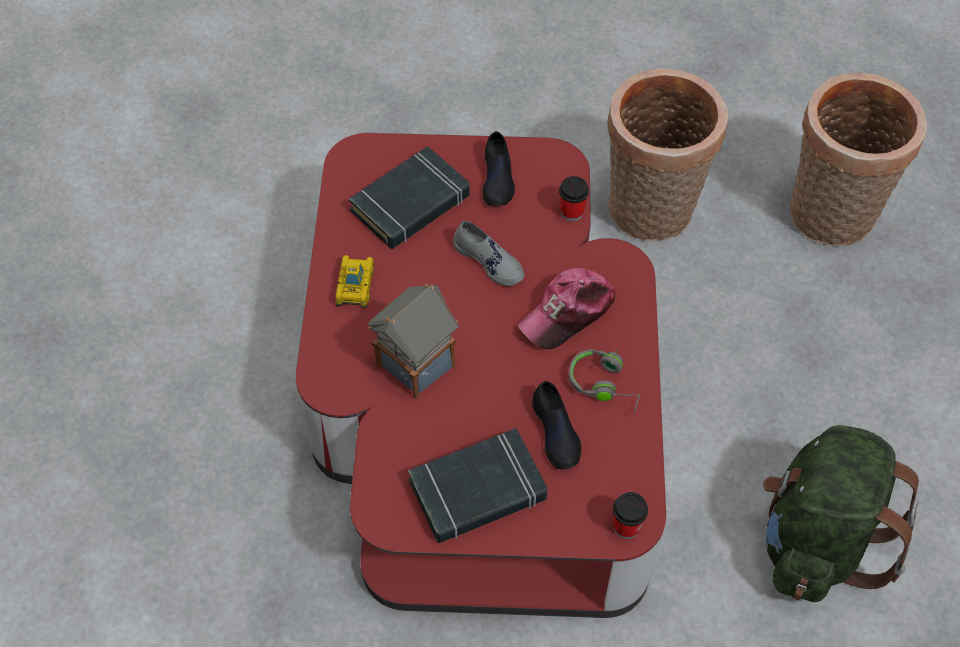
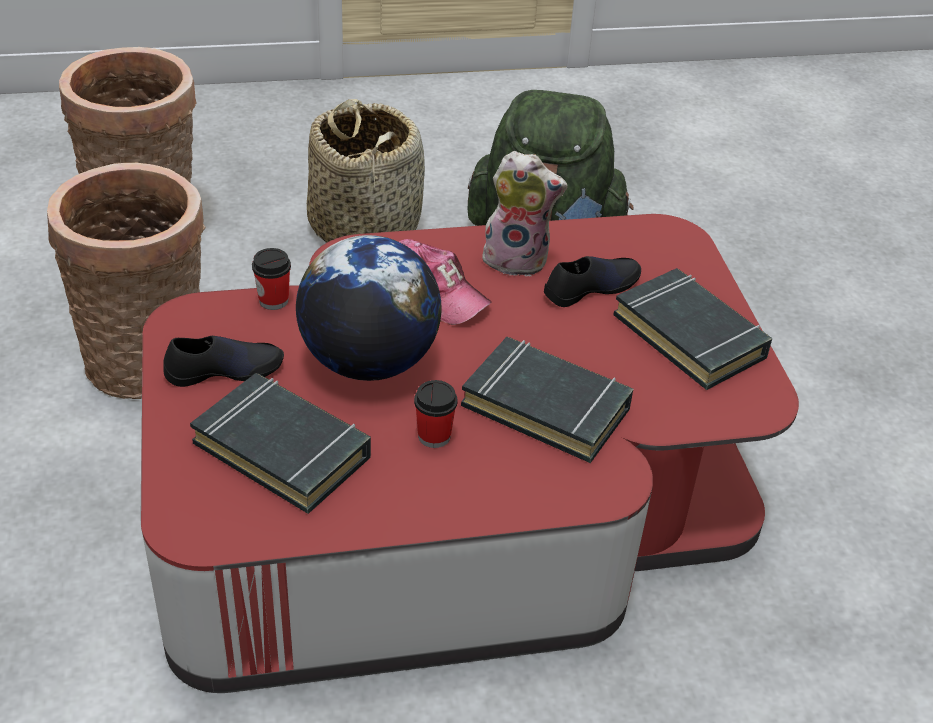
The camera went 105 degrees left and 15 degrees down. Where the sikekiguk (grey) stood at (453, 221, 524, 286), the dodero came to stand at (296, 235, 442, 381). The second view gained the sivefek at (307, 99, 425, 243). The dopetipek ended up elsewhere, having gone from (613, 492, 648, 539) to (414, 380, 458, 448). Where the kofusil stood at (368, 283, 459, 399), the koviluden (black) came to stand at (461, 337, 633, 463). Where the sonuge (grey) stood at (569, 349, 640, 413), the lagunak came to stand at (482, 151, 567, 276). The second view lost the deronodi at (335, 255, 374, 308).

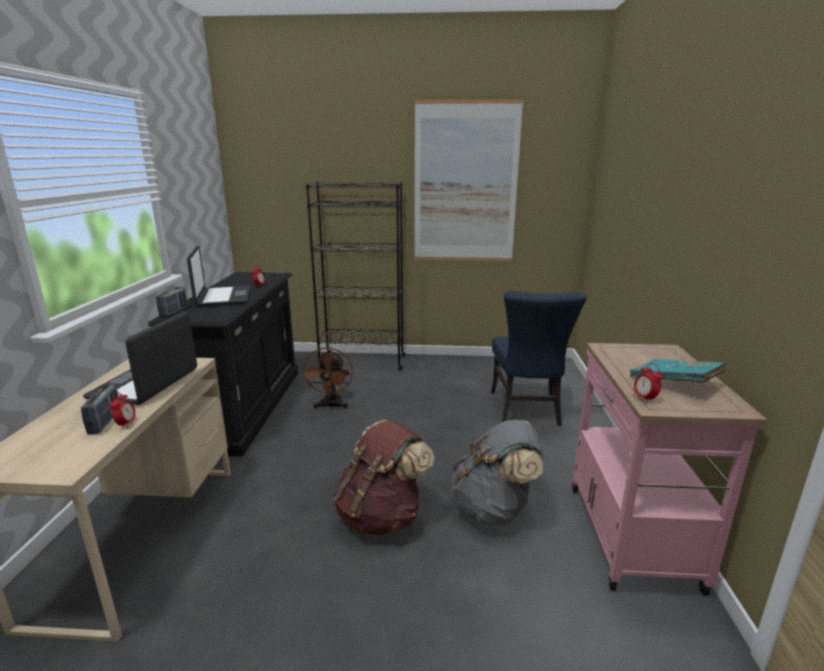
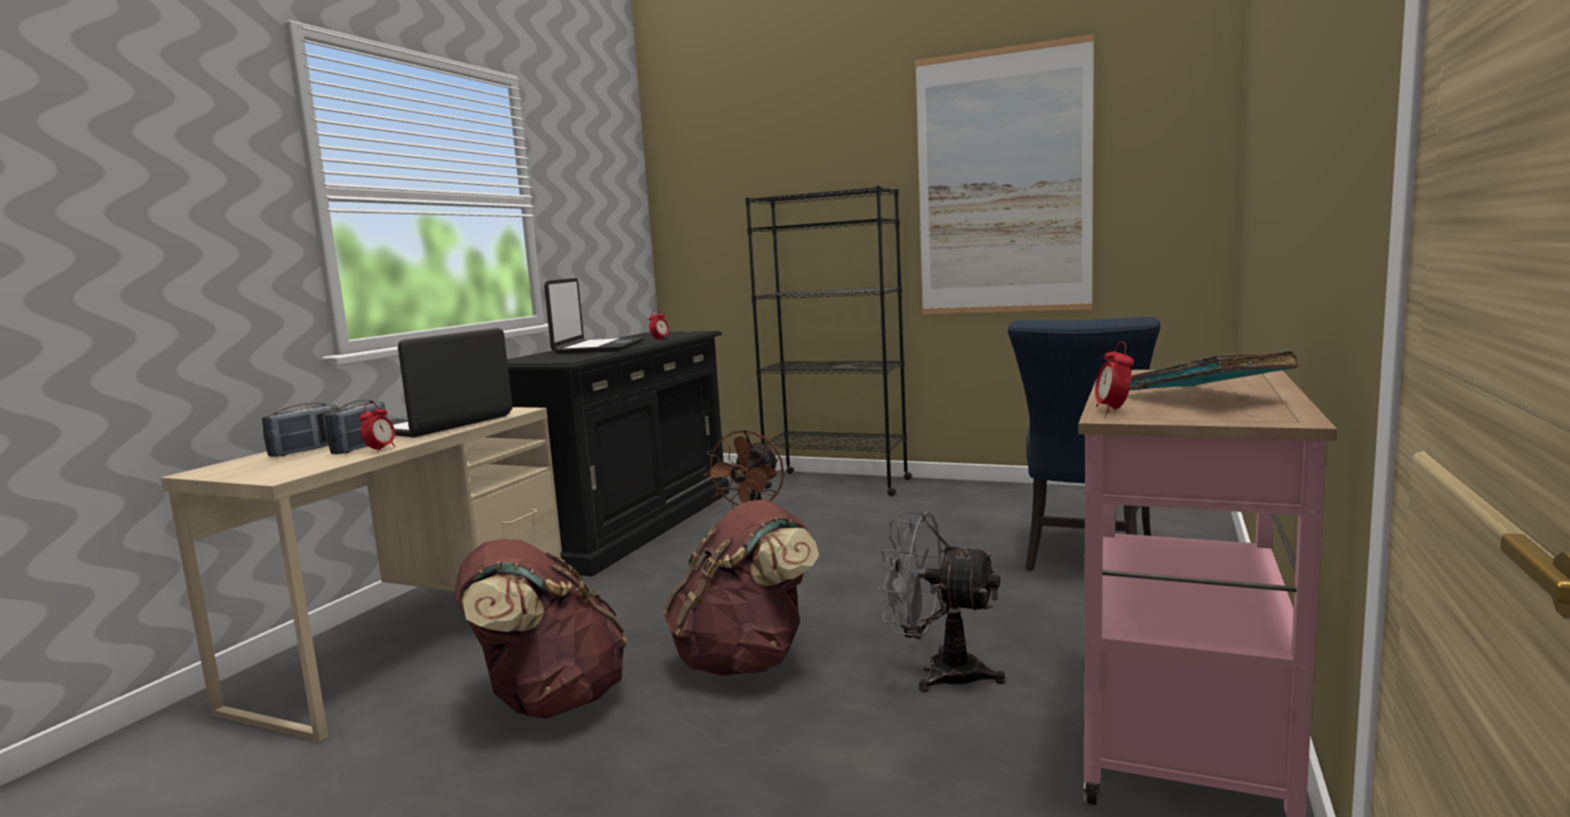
The camera went 20 degrees right and 10 degrees down. The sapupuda ended up elsewhere, having gone from (156, 287, 188, 316) to (262, 403, 338, 457). The second view gained the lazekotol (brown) at (455, 539, 627, 719). Where the lazekotol (grey) stood at (452, 420, 544, 525), the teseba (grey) came to stand at (878, 511, 1006, 692).

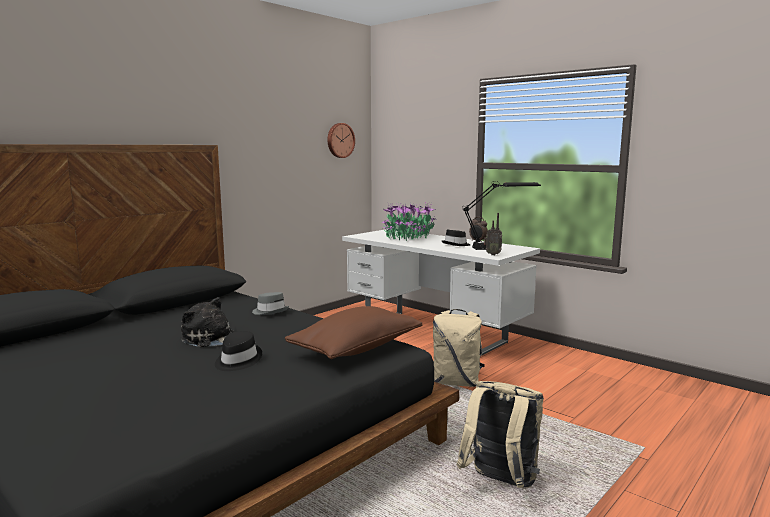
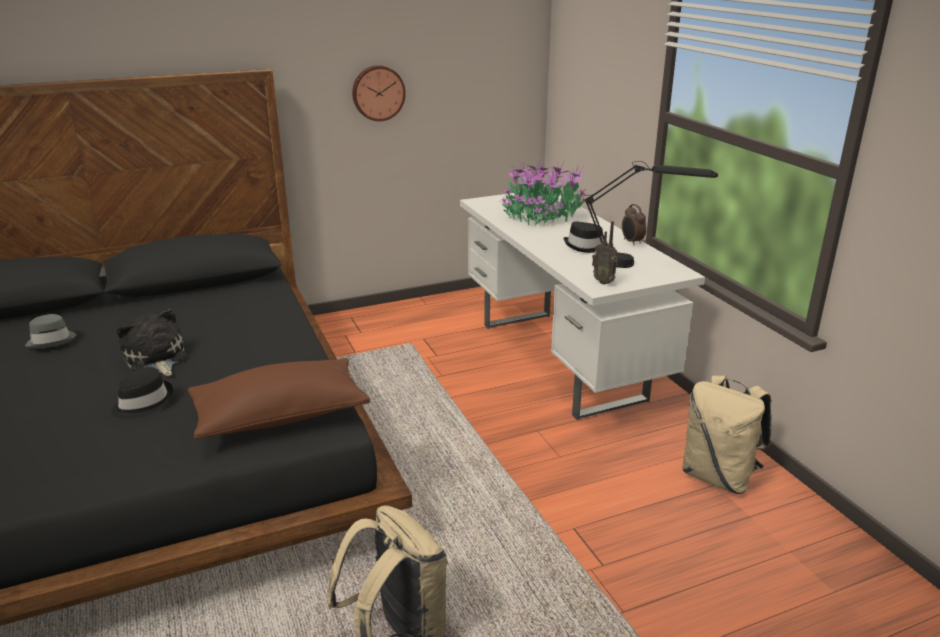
The camera went 25 degrees right and 15 degrees up. The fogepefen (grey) ended up elsewhere, having gone from (252, 292, 289, 315) to (25, 314, 76, 348). The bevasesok ended up elsewhere, having gone from (327, 123, 355, 158) to (352, 65, 406, 121). The lazekotol (beige) ended up elsewhere, having gone from (433, 309, 485, 387) to (682, 376, 771, 494).

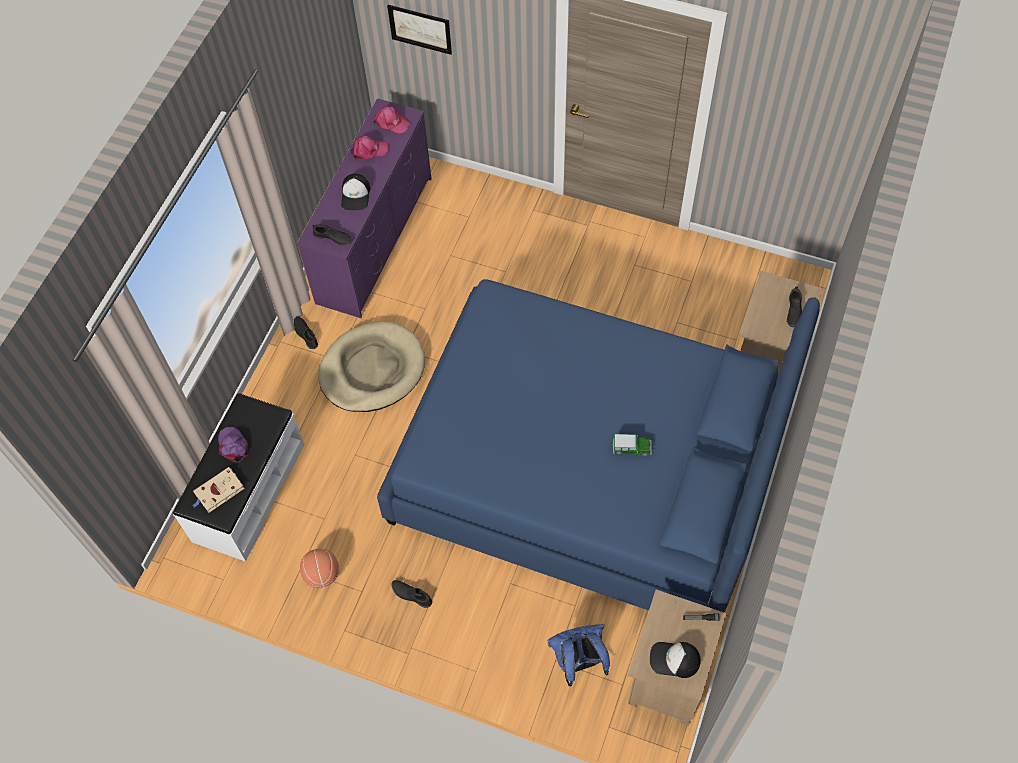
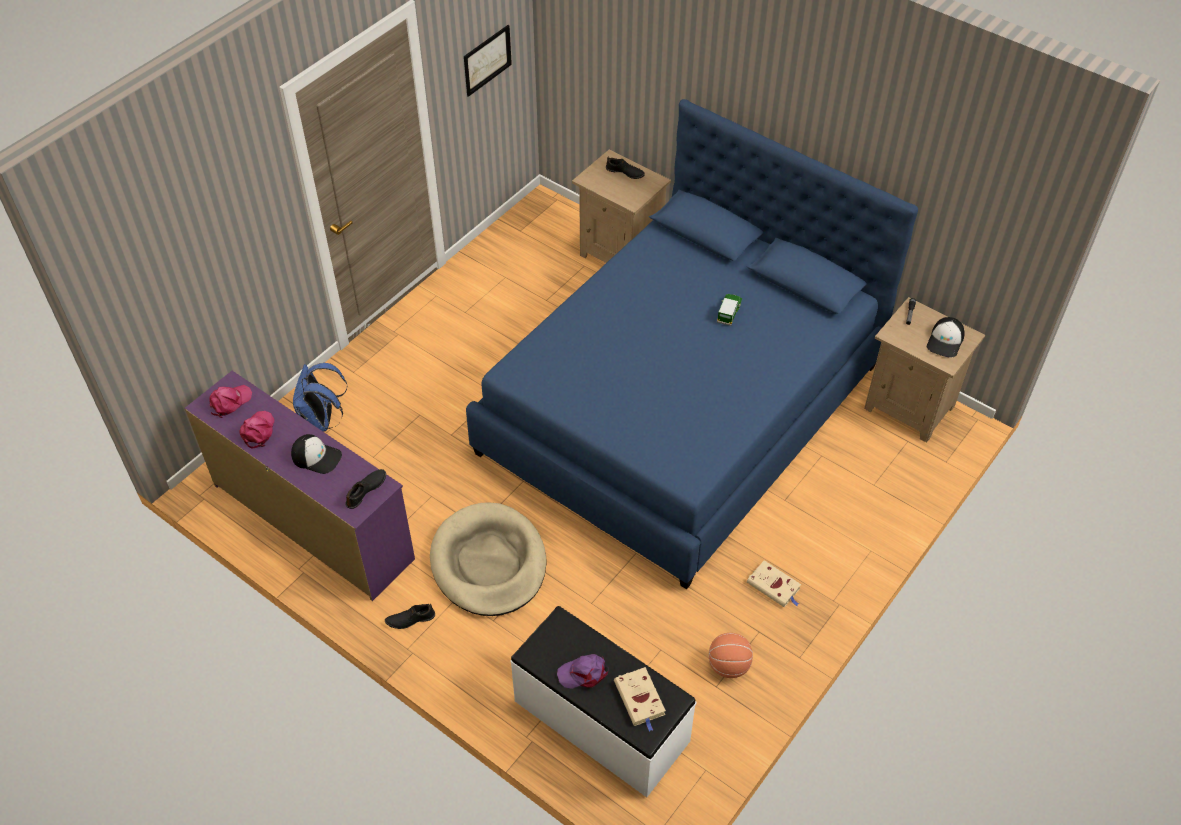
The camera went 75 degrees left and 10 degrees down. The lazekotol (blue) ended up elsewhere, having gone from (547, 624, 610, 686) to (293, 363, 347, 432). The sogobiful ended up elsewhere, having gone from (387, 5, 452, 55) to (464, 25, 512, 97). Where the sikekiguk (black) stood at (391, 580, 432, 608), the koviluden (beige) came to stand at (747, 560, 801, 607).

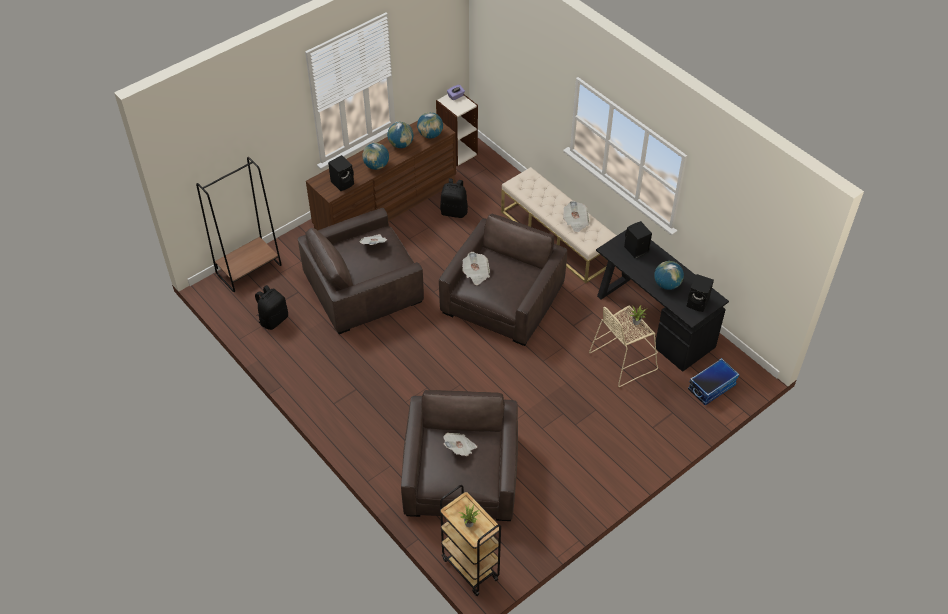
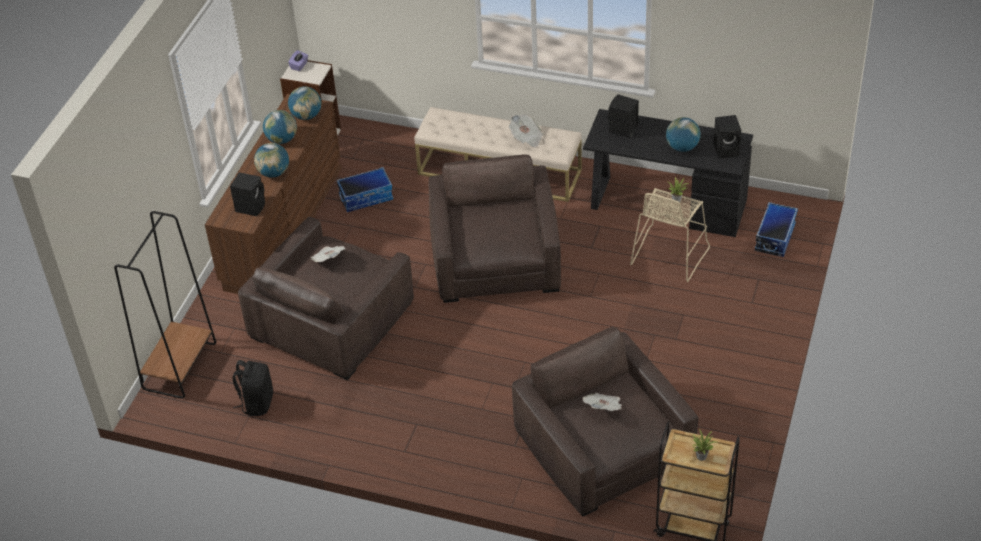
The camera went 30 degrees left and 5 degrees down. Where the lazekotol (black) stood at (440, 178, 468, 218), the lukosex came to stand at (337, 167, 393, 212). The second view lost the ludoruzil at (462, 252, 490, 285).

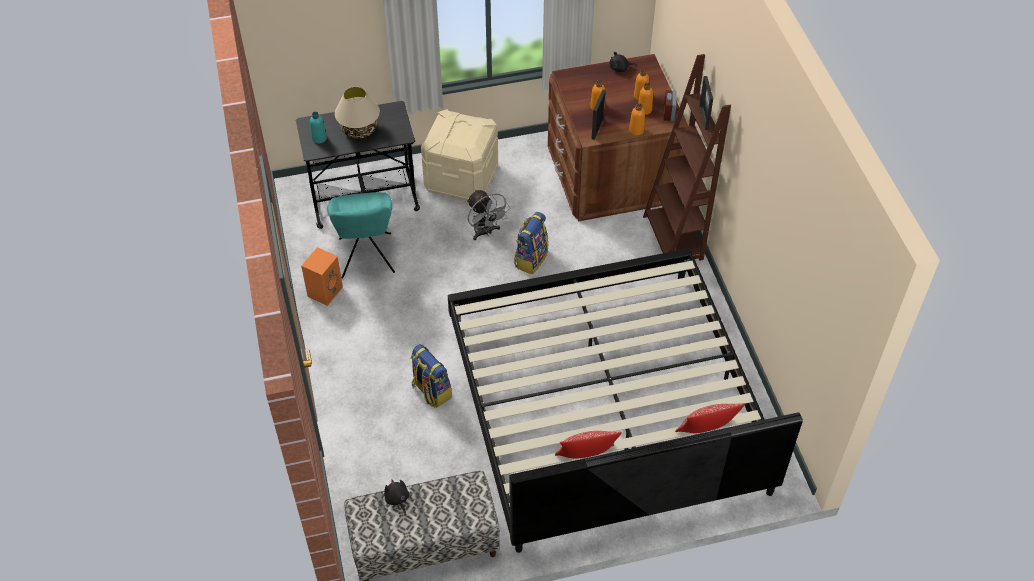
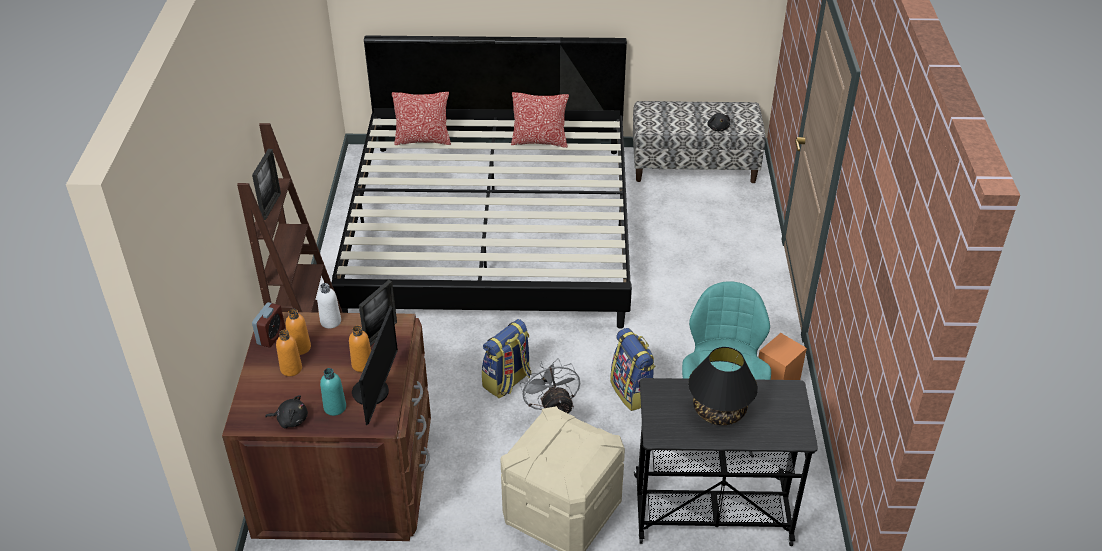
The camera went 165 degrees left and 10 degrees down. What was the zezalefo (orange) at (629, 103, 645, 136) turned into the zezalefo (white) at (317, 283, 341, 329). The zezalefo (turquoise) ended up elsewhere, having gone from (310, 112, 327, 144) to (320, 368, 346, 416). The second view gained the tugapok at (352, 305, 398, 425). The lazekotol ended up elsewhere, having gone from (411, 344, 452, 408) to (610, 328, 656, 411). What was the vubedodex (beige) at (335, 87, 380, 139) turned into the vubedodex (black) at (688, 347, 758, 425).

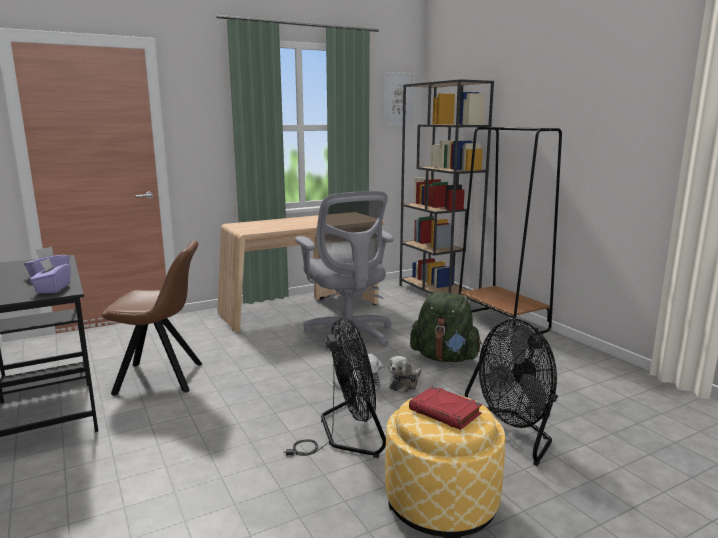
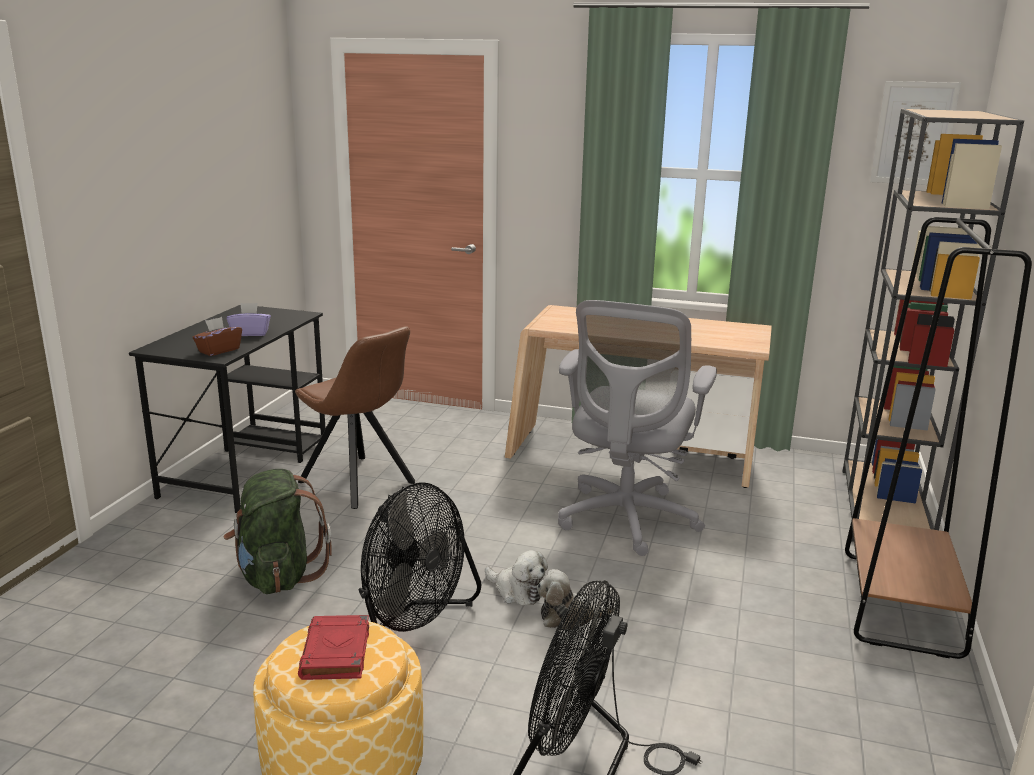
The camera went 45 degrees right and 5 degrees up. What was the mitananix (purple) at (30, 258, 70, 293) turned into the mitananix (brown) at (193, 317, 242, 356). The lazekotol (green) ended up elsewhere, having gone from (410, 292, 482, 362) to (223, 469, 332, 594).

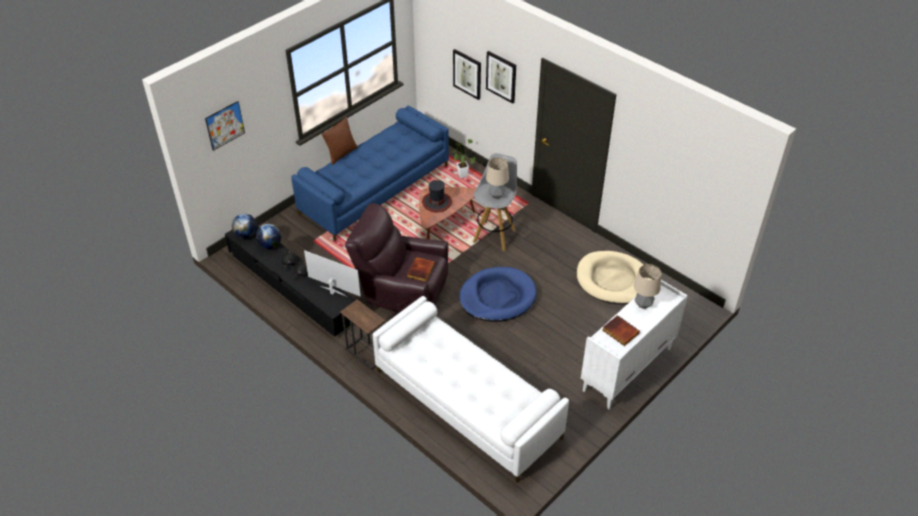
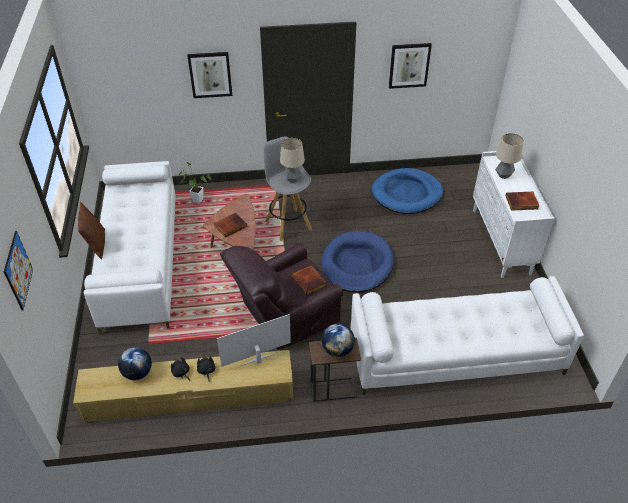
The camera went 50 degrees left and 0 degrees up. What was the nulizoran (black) at (225, 226, 355, 336) turned into the nulizoran (beige) at (73, 350, 293, 422). What was the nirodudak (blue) at (291, 105, 449, 241) turned into the nirodudak (white) at (84, 161, 176, 335). Where the fogepefen stood at (422, 180, 452, 212), the koviluden came to stand at (214, 213, 247, 237). The dodero ended up elsewhere, having gone from (232, 214, 257, 238) to (322, 324, 355, 357). What was the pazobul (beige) at (577, 251, 653, 304) turned into the pazobul (blue) at (372, 168, 443, 214). The sogobiful ended up elsewhere, having gone from (453, 49, 481, 100) to (389, 43, 432, 89).

